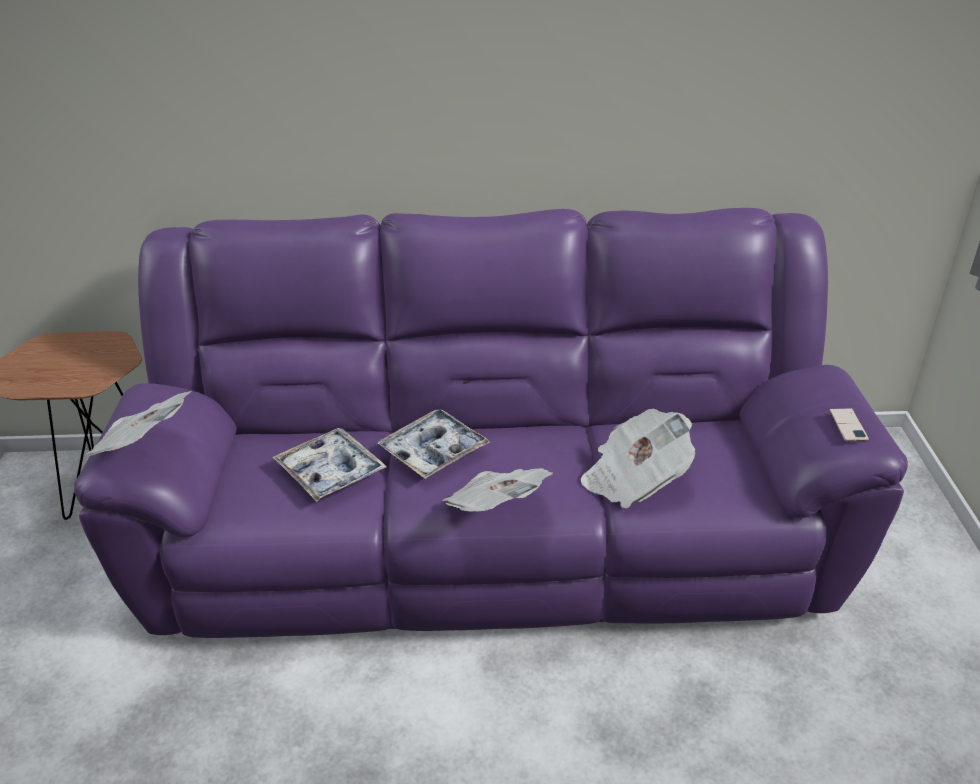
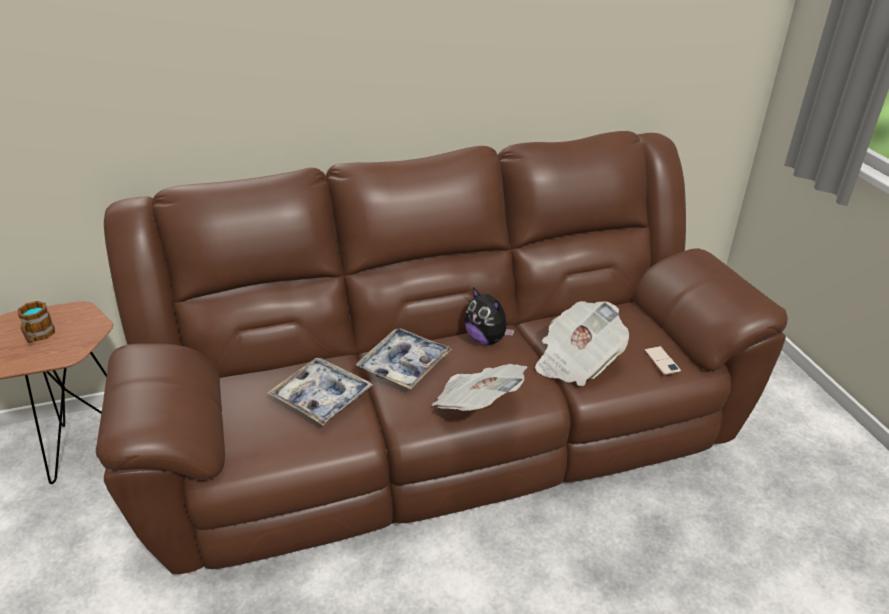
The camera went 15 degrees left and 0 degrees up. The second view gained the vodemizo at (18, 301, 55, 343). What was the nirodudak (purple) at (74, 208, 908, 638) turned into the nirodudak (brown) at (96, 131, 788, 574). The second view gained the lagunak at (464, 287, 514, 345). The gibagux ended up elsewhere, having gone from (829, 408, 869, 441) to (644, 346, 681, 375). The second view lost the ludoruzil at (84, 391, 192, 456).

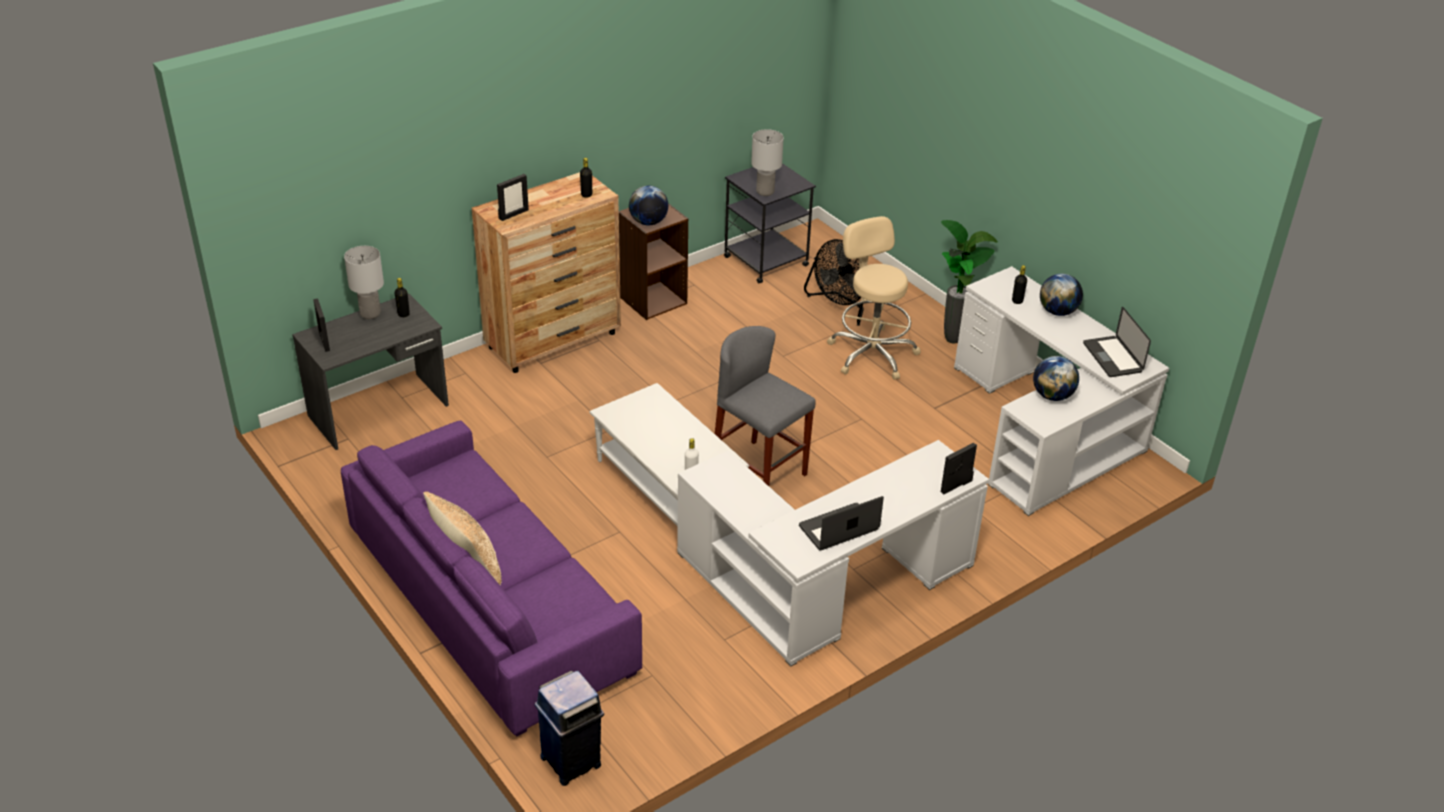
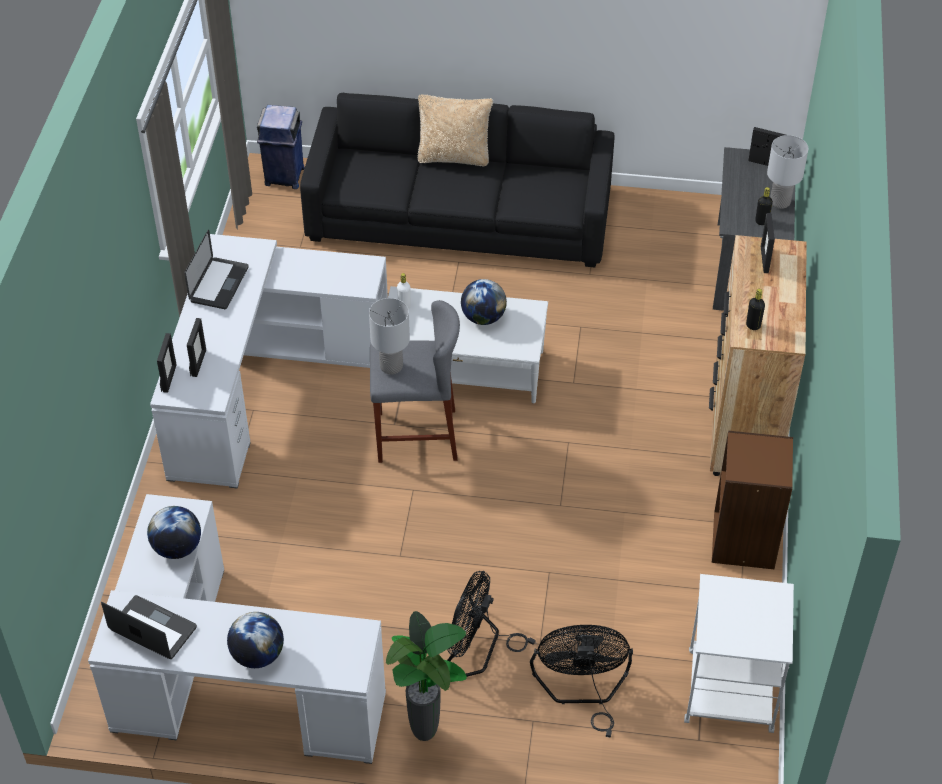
The camera went 135 degrees right and 10 degrees up. The second view gained the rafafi at (187, 318, 206, 377). What was the nirodudak (purple) at (341, 421, 642, 736) turned into the nirodudak (black) at (300, 93, 615, 268). The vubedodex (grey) ended up elsewhere, having gone from (751, 129, 784, 196) to (369, 298, 410, 375). Where the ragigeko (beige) stood at (827, 216, 921, 380), the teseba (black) came to stand at (447, 571, 537, 677). The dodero ended up elsewhere, having gone from (629, 186, 668, 225) to (461, 279, 507, 325). What was the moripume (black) at (724, 163, 816, 284) turned into the moripume (white) at (684, 574, 794, 733). The second view lost the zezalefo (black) at (1012, 265, 1027, 304).

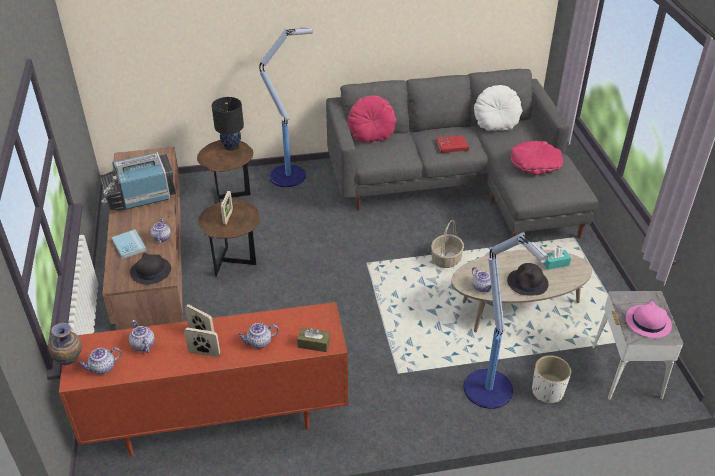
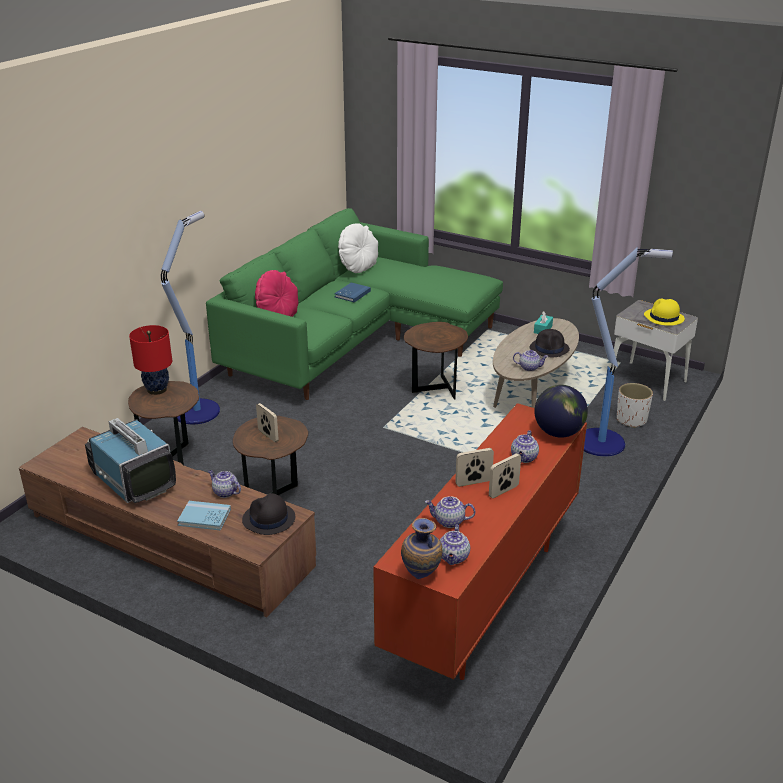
The camera went 50 degrees left and 10 degrees down. The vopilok at (101, 152, 176, 210) ended up facing another way, 120 degrees clockwise from before. What was the vubedodex (black) at (212, 97, 244, 151) turned into the vubedodex (red) at (129, 325, 172, 395). What was the nirodudak (grey) at (326, 69, 598, 238) turned into the nirodudak (green) at (206, 208, 503, 400). What was the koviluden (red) at (436, 135, 469, 153) turned into the koviluden (blue) at (334, 283, 371, 302). Where the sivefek stood at (431, 220, 464, 268), the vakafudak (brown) came to stand at (404, 322, 468, 400). Where the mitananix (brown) stood at (297, 328, 330, 352), the dodero came to stand at (534, 385, 588, 438). What was the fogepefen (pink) at (626, 301, 672, 338) turned into the fogepefen (yellow) at (644, 299, 685, 326). The second view lost the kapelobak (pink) at (511, 141, 563, 175).

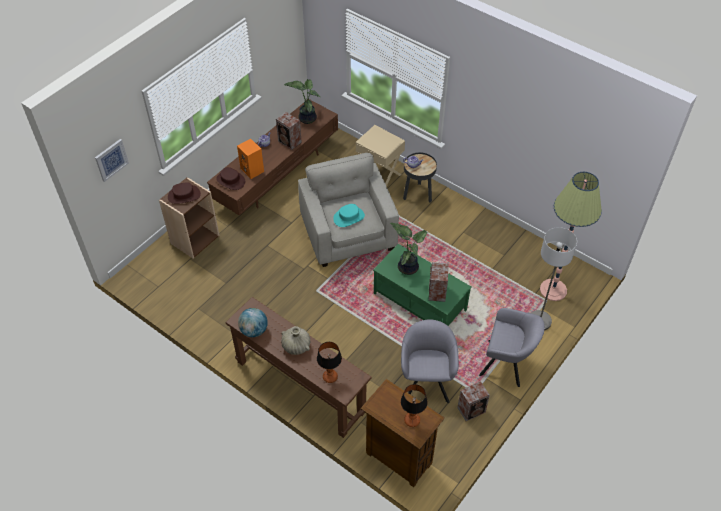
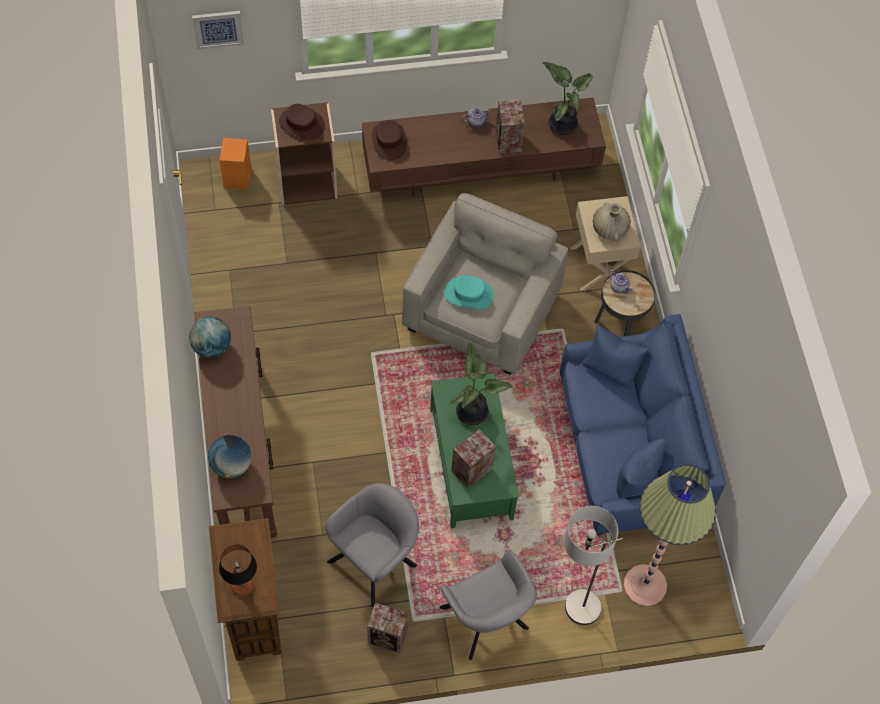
The camera went 40 degrees right and 10 degrees up. Where the vubedodex stood at (317, 342, 342, 383), the dodero came to stand at (208, 435, 252, 478). The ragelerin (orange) ended up elsewhere, having gone from (237, 139, 264, 179) to (219, 138, 251, 190). The second view gained the nirodudak (blue) at (560, 314, 726, 536). The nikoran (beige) ended up elsewhere, having gone from (281, 326, 311, 355) to (593, 202, 631, 241).

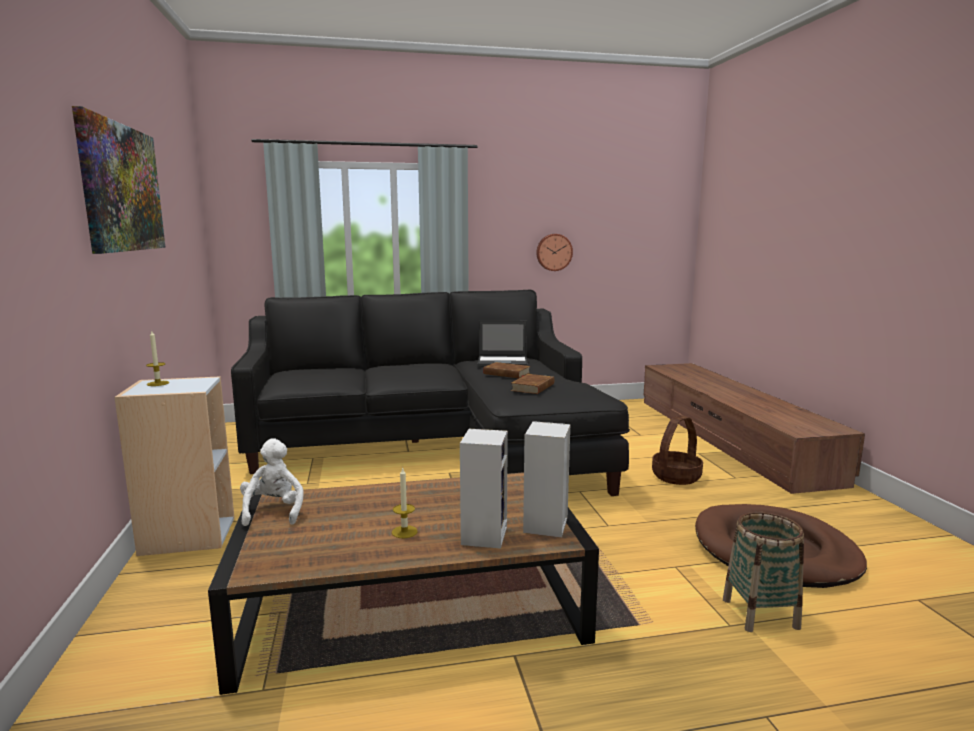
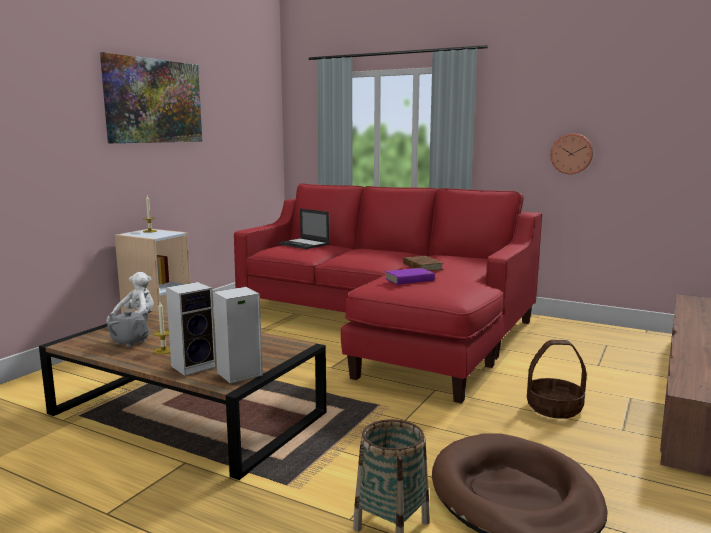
The camera went 40 degrees right and 0 degrees up. The second view gained the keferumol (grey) at (107, 311, 149, 347). What was the nirodudak (black) at (231, 290, 630, 496) turned into the nirodudak (red) at (234, 183, 542, 403). The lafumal ended up elsewhere, having gone from (478, 320, 528, 366) to (278, 208, 329, 249). What was the koviluden (brown) at (511, 374, 554, 394) turned into the koviluden (purple) at (385, 268, 437, 285).

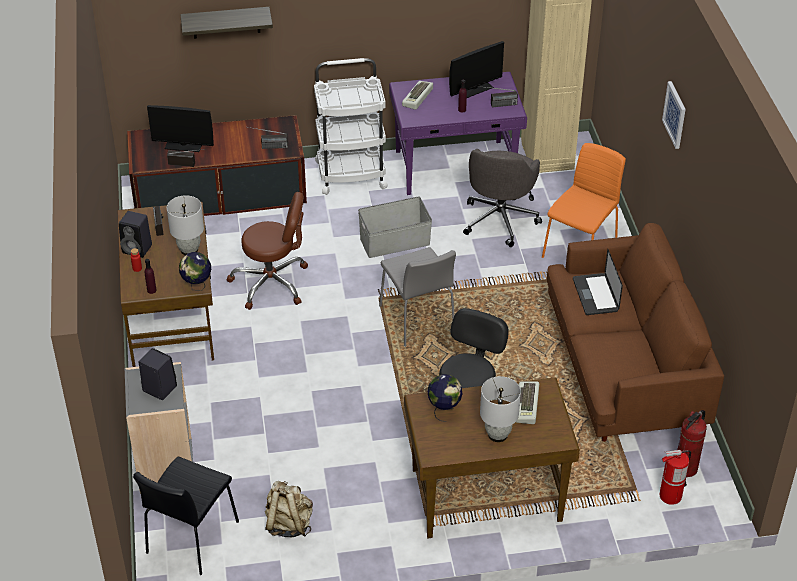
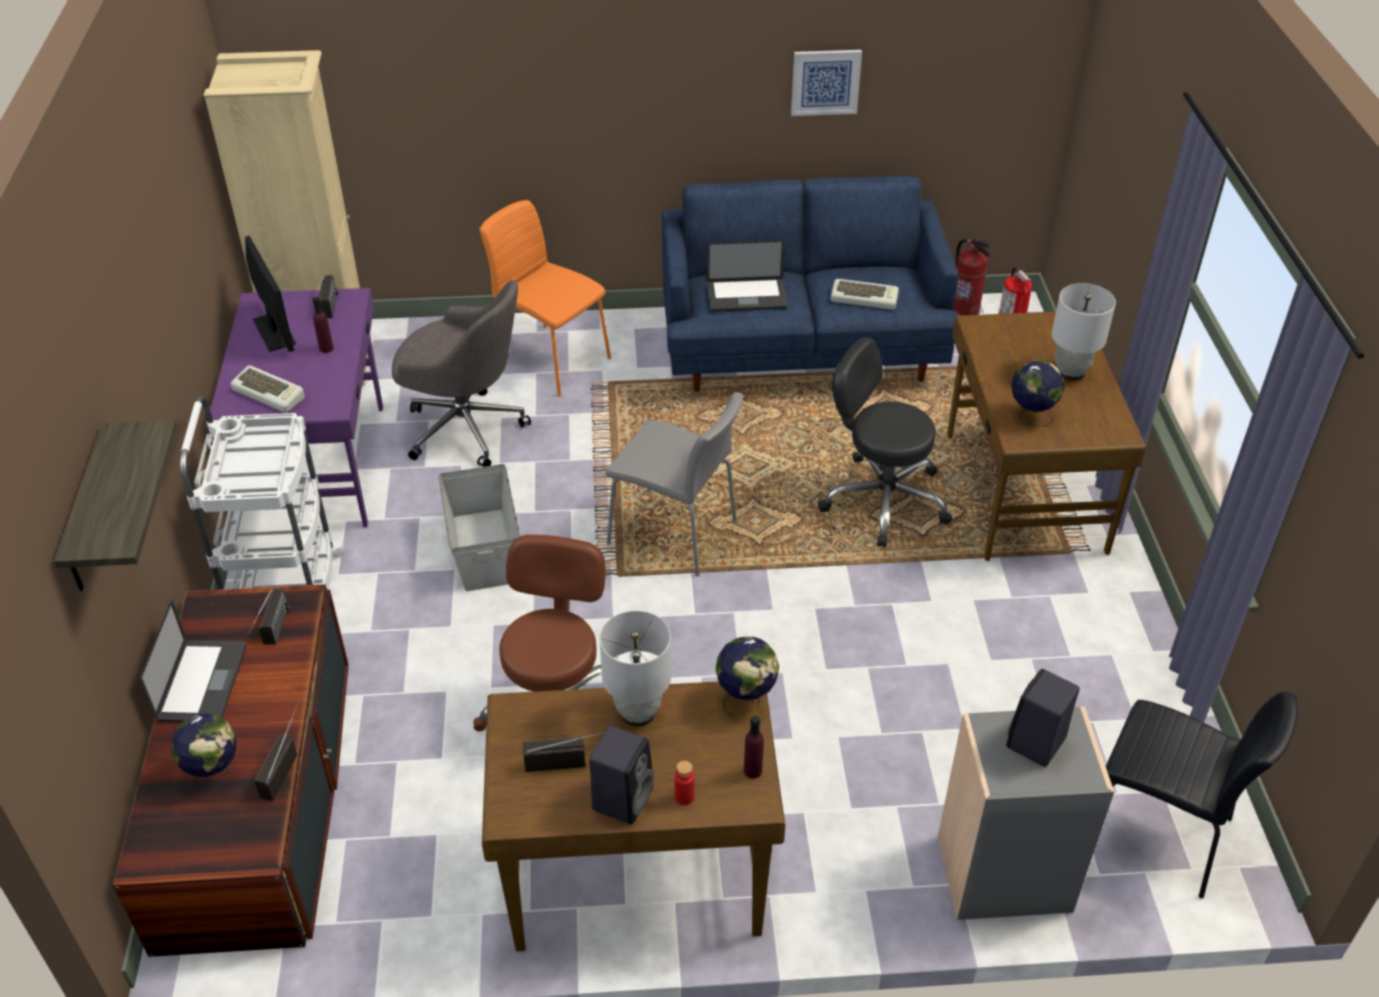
The camera went 85 degrees left and 0 degrees up. The second view gained the lafumal at (140, 600, 246, 722). Where the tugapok stood at (147, 105, 214, 152), the dodero came to stand at (171, 713, 237, 796). The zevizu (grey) at (379, 247, 456, 347) ended up facing another way, 45 degrees clockwise from before. What was the nirodudak (brown) at (547, 223, 724, 442) turned into the nirodudak (blue) at (662, 176, 960, 392). The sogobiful ended up elsewhere, having gone from (662, 81, 686, 149) to (791, 50, 862, 116). The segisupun ended up elsewhere, having gone from (516, 381, 539, 424) to (831, 279, 899, 310). The second view lost the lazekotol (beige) at (265, 481, 313, 537).

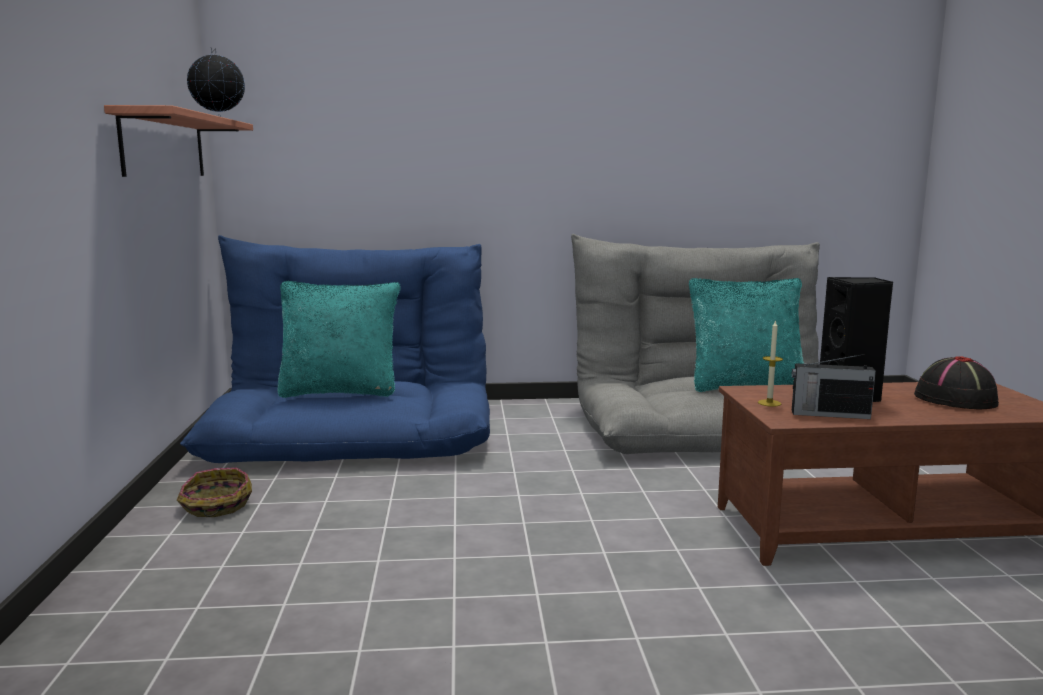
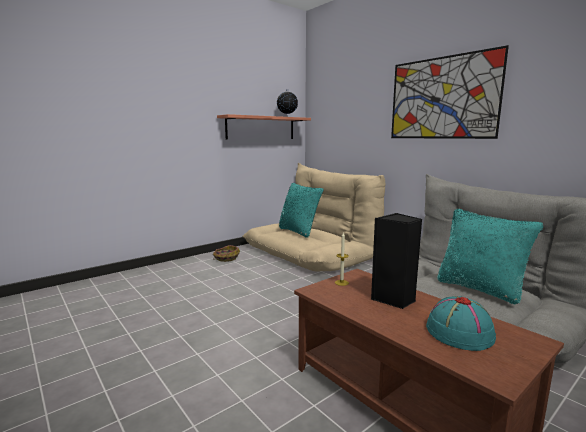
The camera went 55 degrees right and 0 degrees up. What was the nirodudak (blue) at (180, 235, 490, 463) turned into the nirodudak (beige) at (243, 163, 386, 272). The second view gained the sogobiful at (391, 45, 509, 139). What was the fogepefen (black) at (914, 356, 999, 409) turned into the fogepefen (turquoise) at (426, 296, 496, 351). The second view lost the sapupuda at (792, 354, 876, 419).

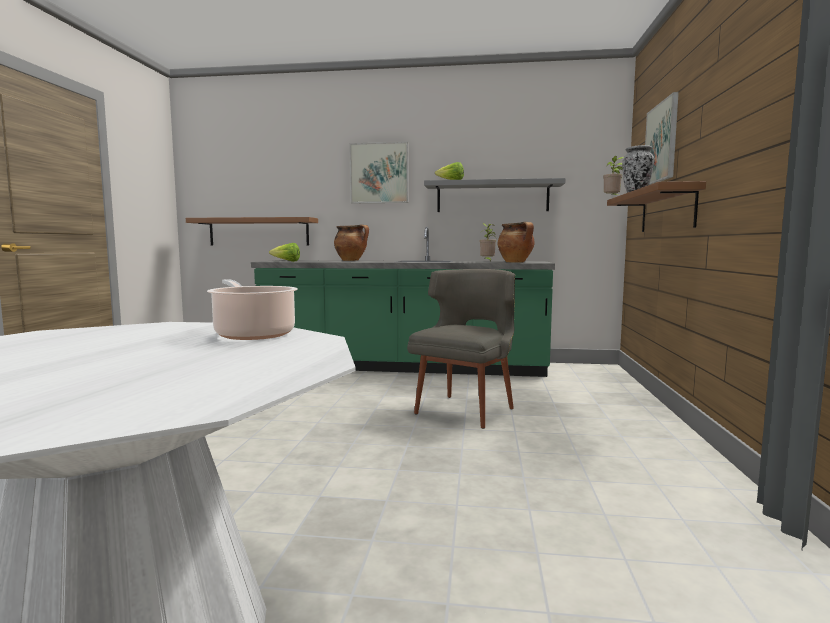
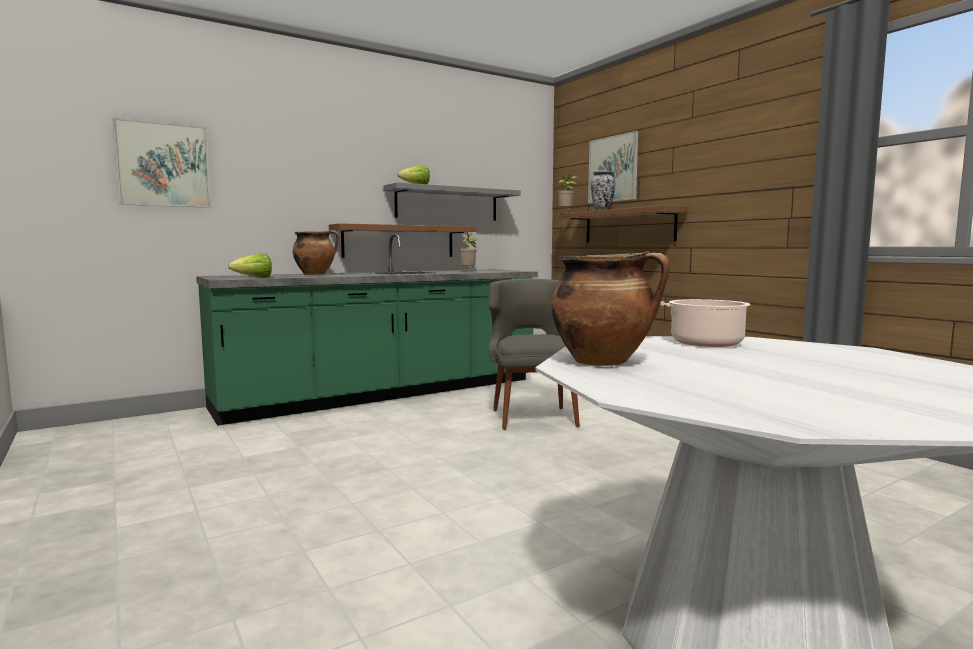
The camera went 40 degrees left and 0 degrees up. The sogobiful ended up elsewhere, having gone from (349, 142, 409, 203) to (112, 117, 211, 208). The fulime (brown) ended up elsewhere, having gone from (186, 217, 318, 246) to (329, 223, 476, 258). The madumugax ended up elsewhere, having gone from (498, 222, 535, 262) to (551, 251, 670, 366).

